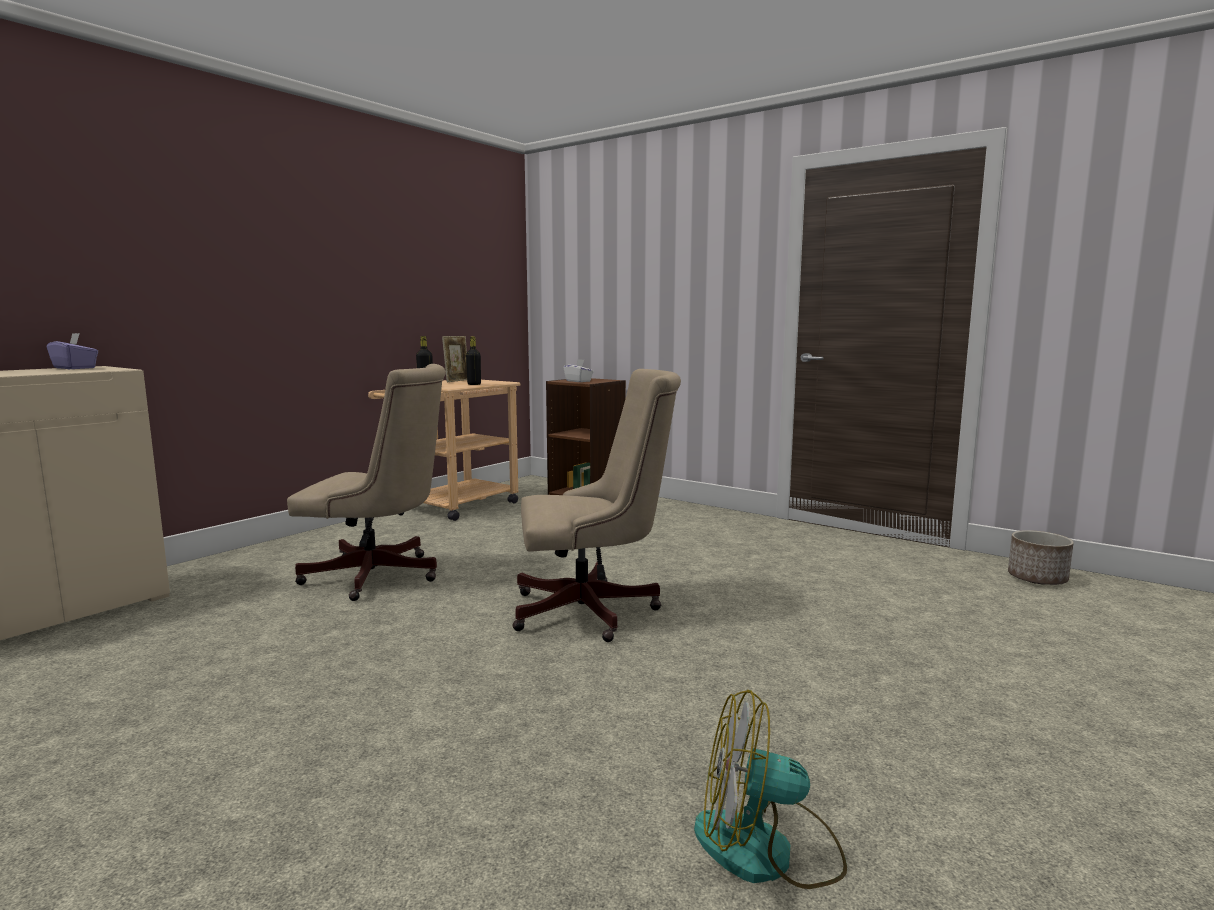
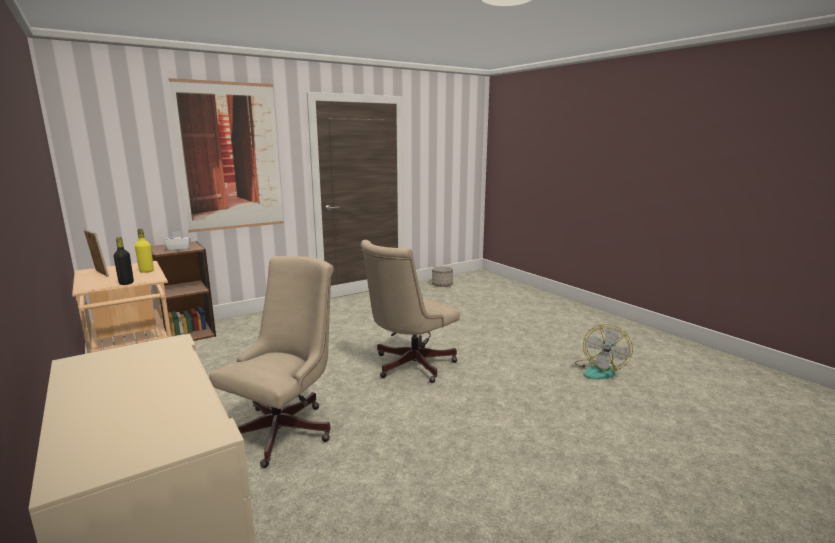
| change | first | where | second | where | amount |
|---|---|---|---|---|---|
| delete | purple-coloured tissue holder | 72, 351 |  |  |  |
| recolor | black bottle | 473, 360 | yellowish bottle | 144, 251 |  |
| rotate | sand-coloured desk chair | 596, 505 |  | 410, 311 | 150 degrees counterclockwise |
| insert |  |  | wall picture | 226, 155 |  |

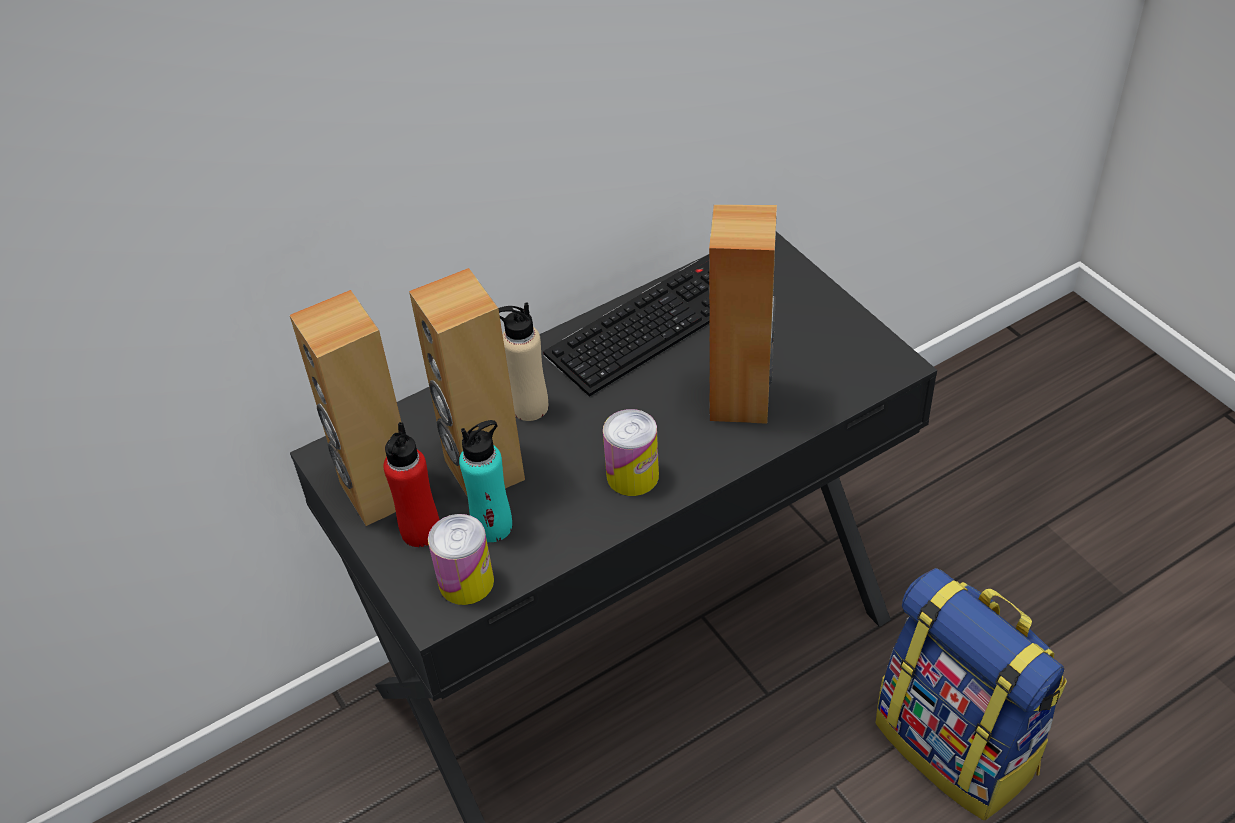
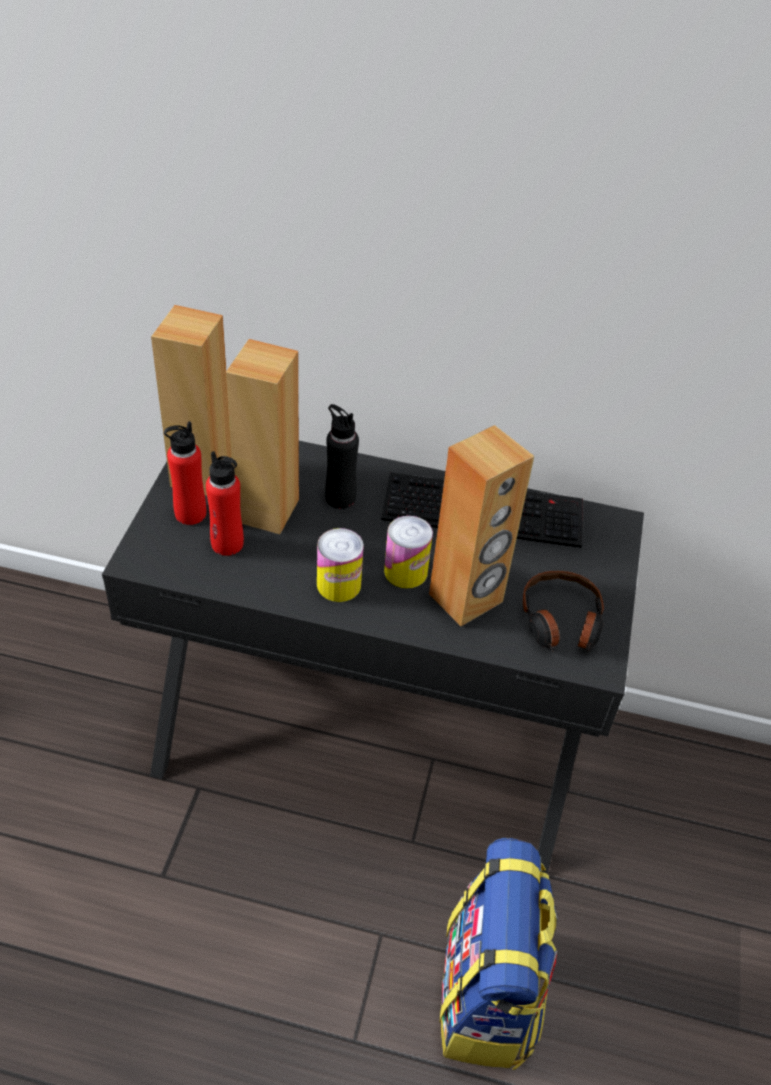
| change | first | where | second | where | amount |
|---|---|---|---|---|---|
| recolor | sand-coloured bottle | 523, 361 | black bottle | 342, 456 |  |
| recolor | blue-green bottle | 485, 481 | red-coloured bottle | 225, 503 |  |
| move | metal can | 461, 559 |  | 408, 552 |  |
| insert |  |  | headphones | 563, 612 |  |

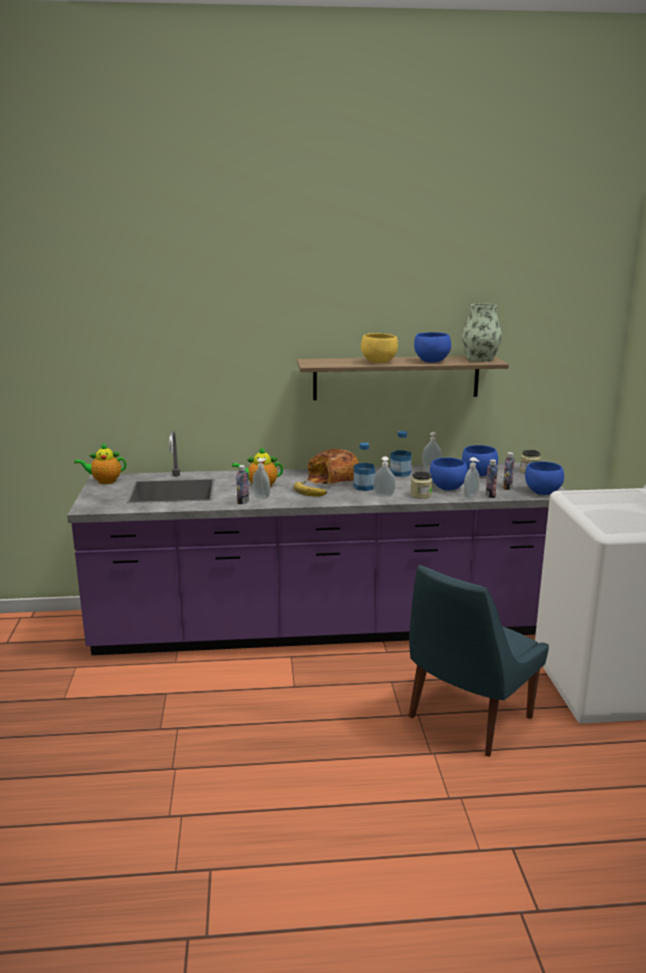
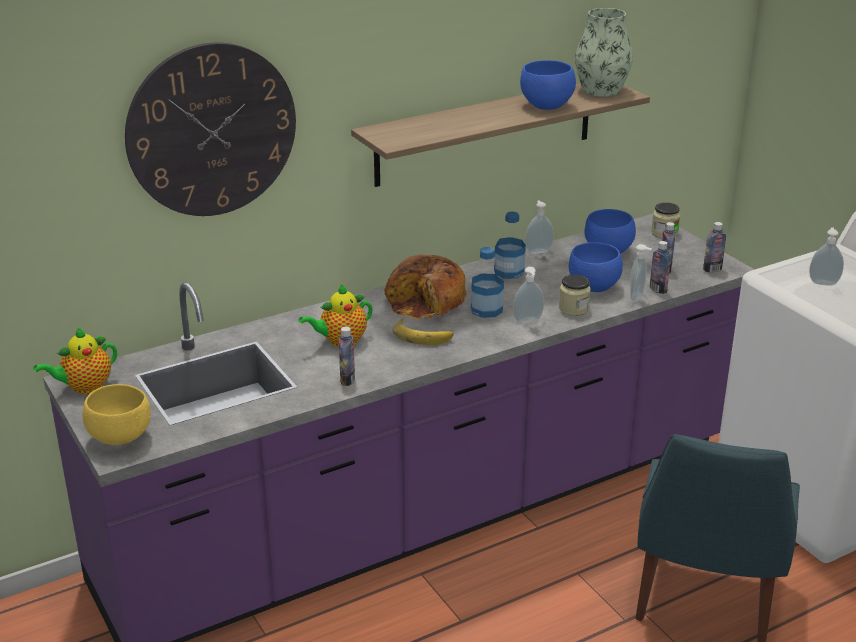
| change | first | where | second | where | amount |
|---|---|---|---|---|---|
| move | yellowish serving bowl | 379, 348 |  | 116, 414 |  |
| move | soap dispenser | 261, 478 |  | 826, 256 |  |
| replace | blue serving bowl | 544, 478 | bottle | 714, 247 |  |
| insert |  |  | hanging clock | 210, 129 |  |

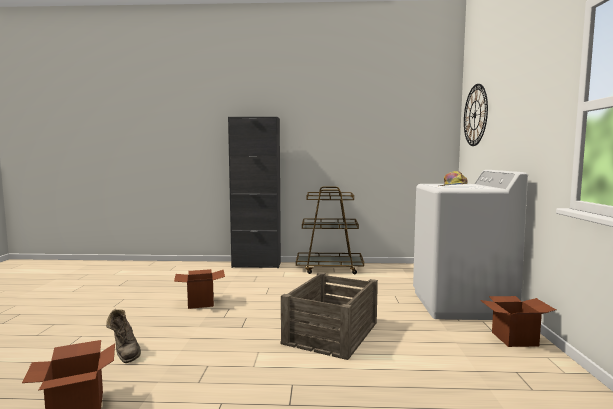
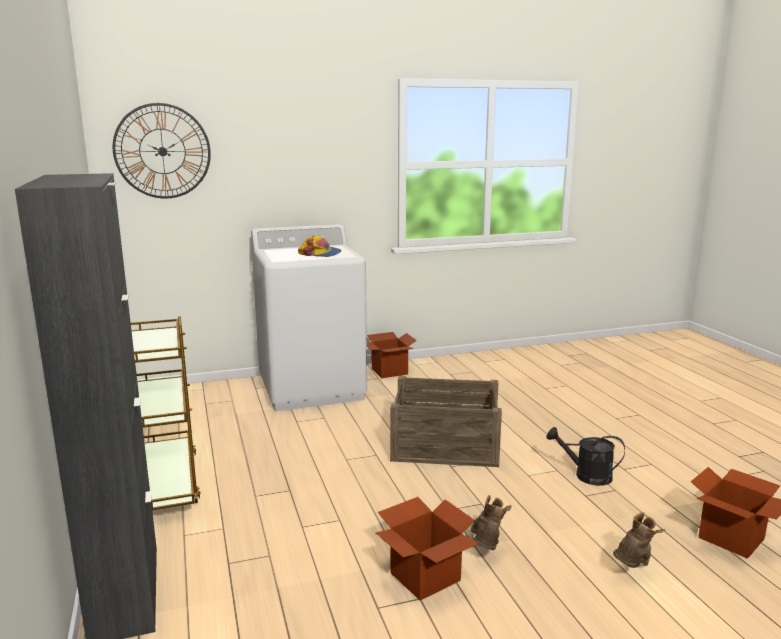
| change | first | where | second | where | amount |
|---|---|---|---|---|---|
| insert |  |  | black sprinkling can | 585, 456 |  |
| insert |  |  | brown-coloured high-top boot | 491, 522 |  |

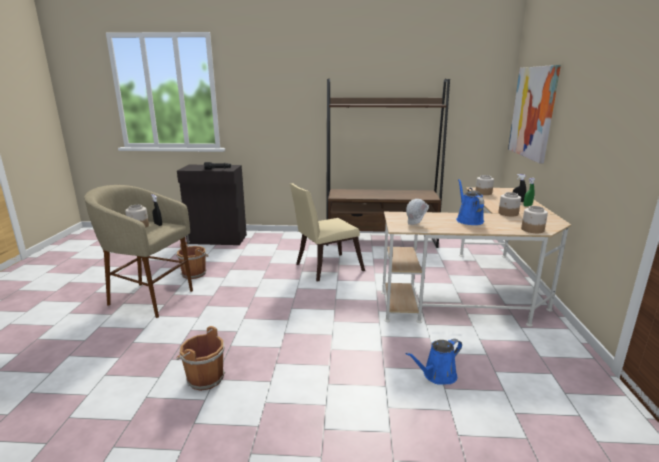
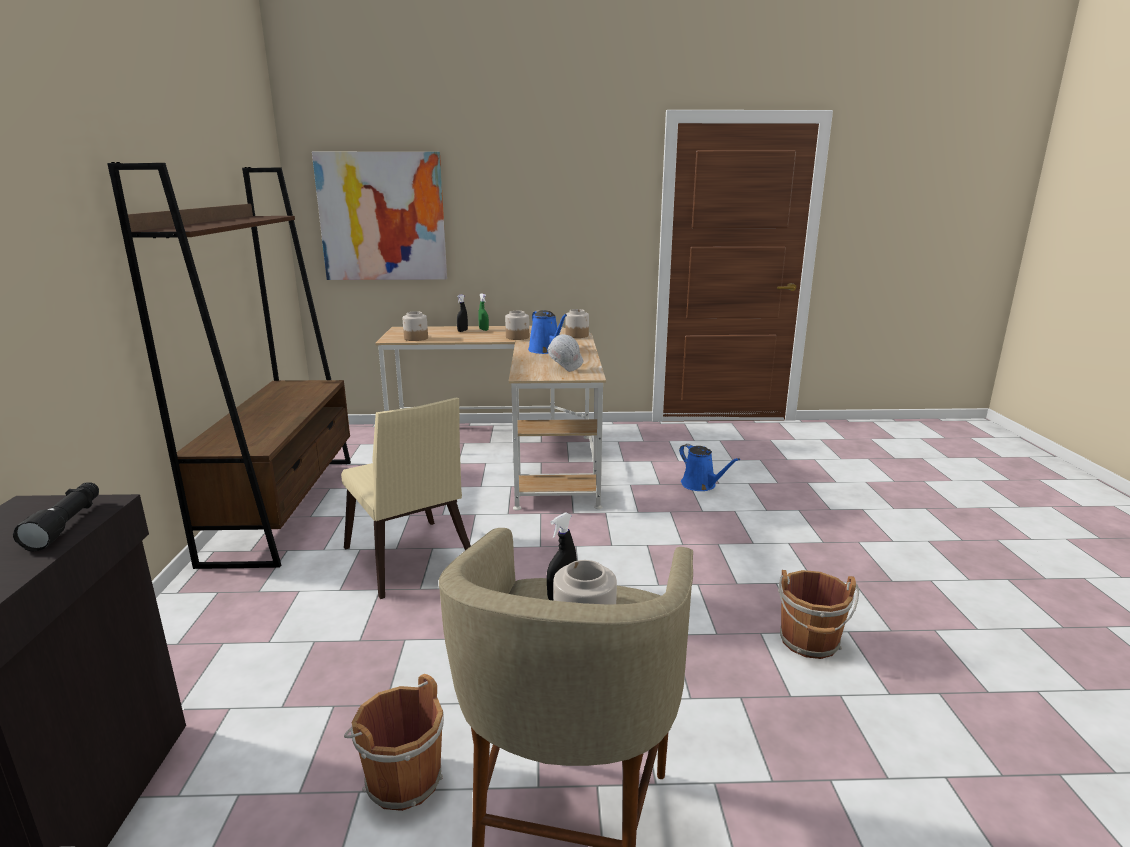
| change | first | where | second | where | amount |
|---|---|---|---|---|---|
| rotate | blue sprinkling can | 470, 202 |  | 547, 332 | 105 degrees counterclockwise |

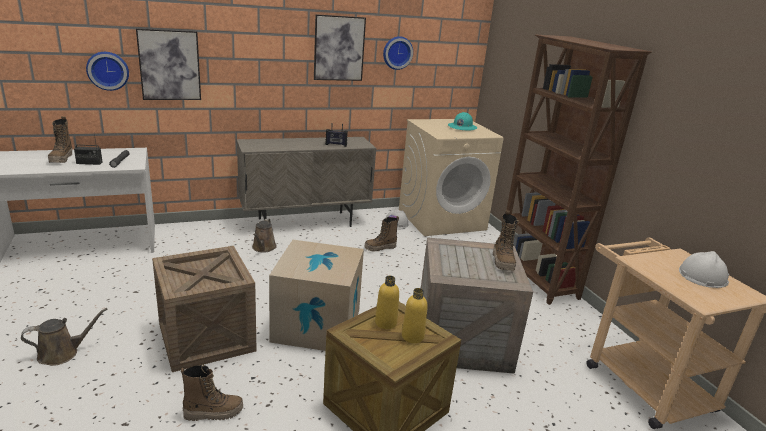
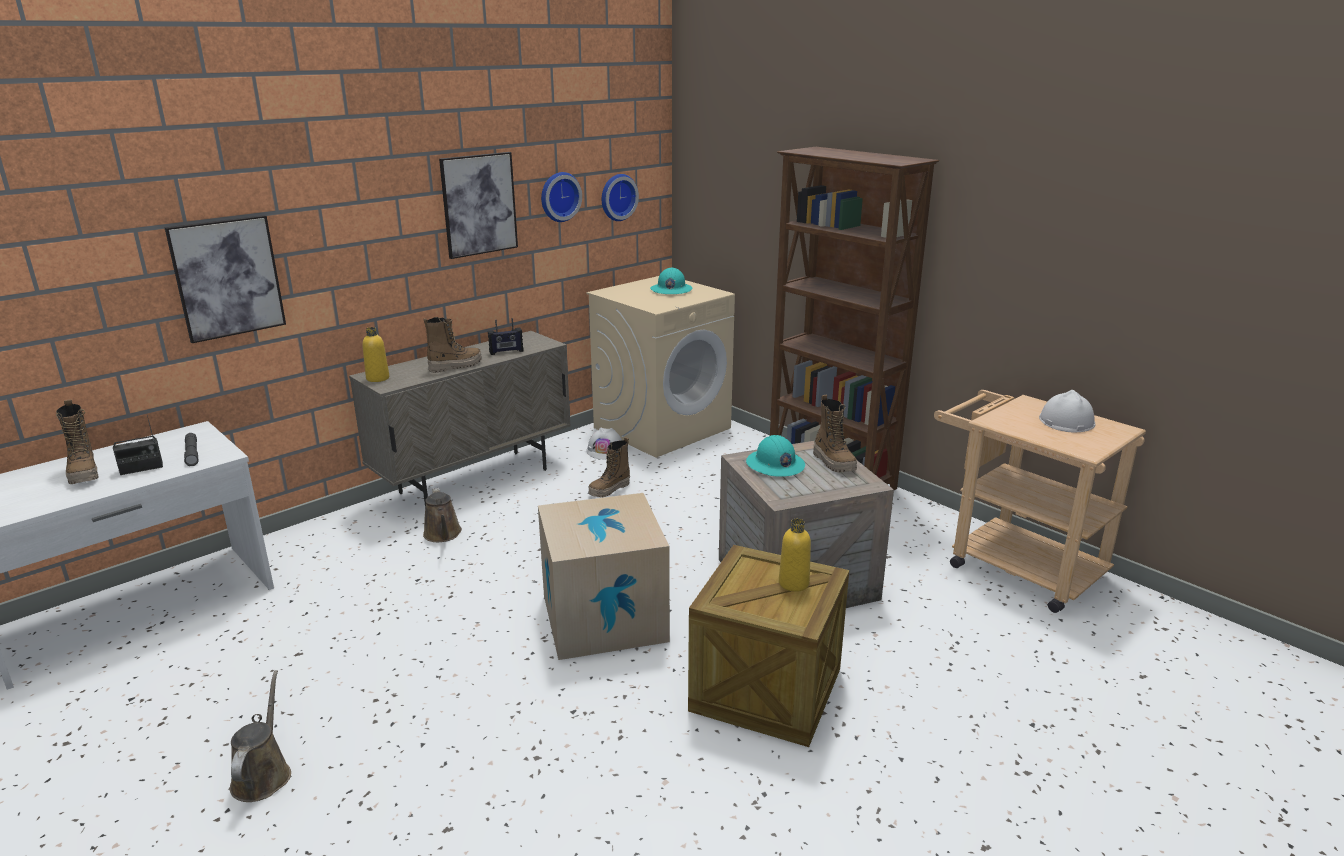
| change | first | where | second | where | amount |
|---|---|---|---|---|---|
| move | hanging clock | 107, 71 |  | 620, 197 |  |
| delete | crate | 204, 309 |  |  |  |
| move | yellowish bottle | 387, 302 |  | 375, 354 |  |
| rotate | brown-coloured sprinkling can | 64, 337 |  | 260, 736 | 45 degrees counterclockwise |
| move | high-top boot | 212, 393 |  | 452, 345 |  |
| insert |  |  | blue-green safety helmet | 775, 456 |  |

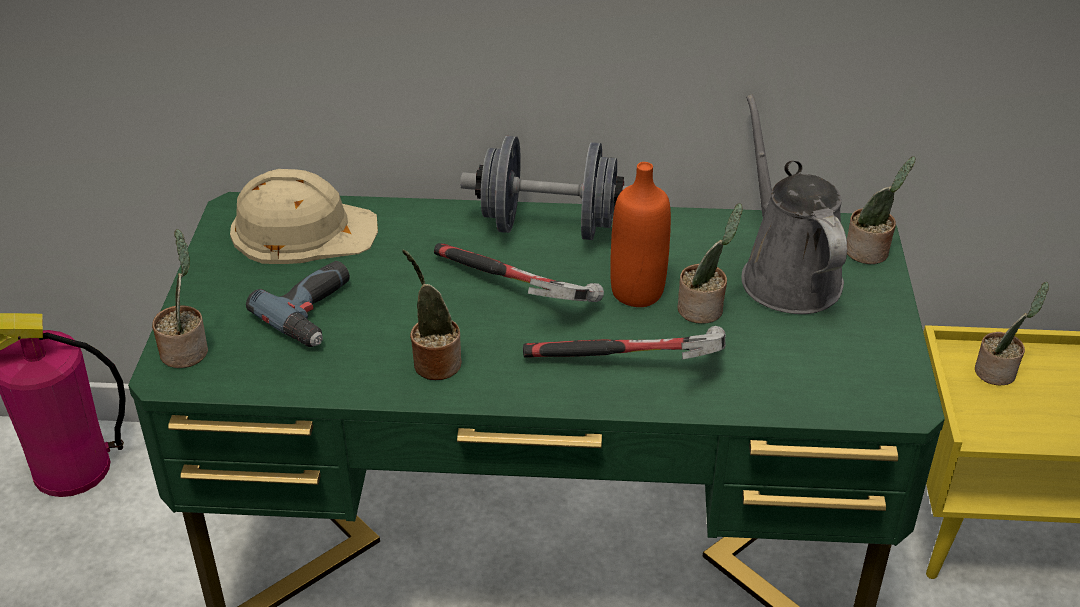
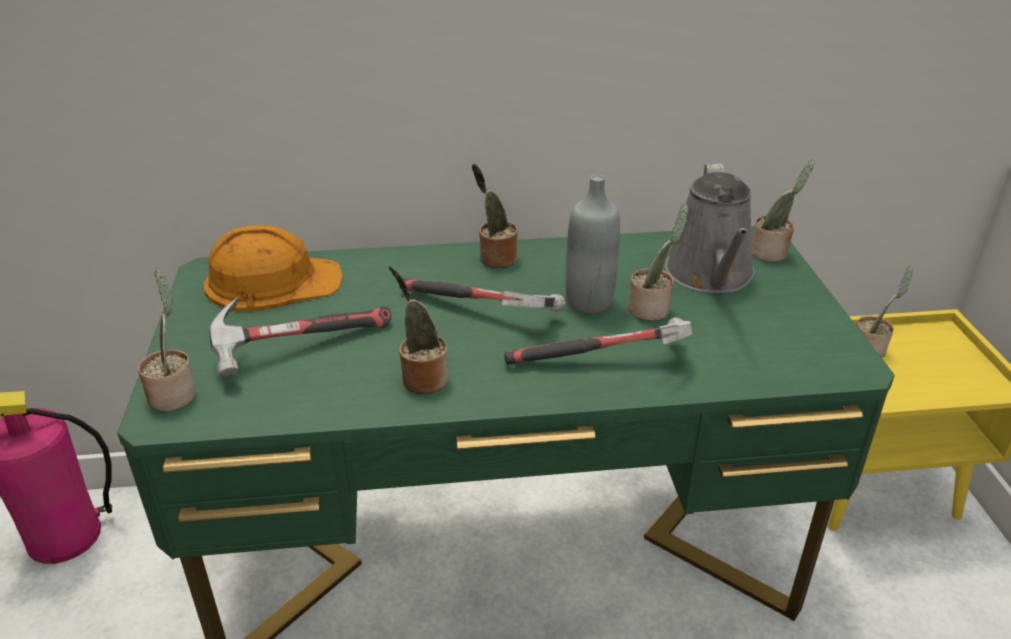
| change | first | where | second | where | amount |
|---|---|---|---|---|---|
| rotate | grey sprinkling can | 794, 204 |  | 710, 228 | 150 degrees counterclockwise |
| replace | grey dumbbell | 544, 188 | houseplant | 495, 216 |  |
| recolor | orange-coloured bottle | 640, 234 | grey bottle | 592, 244 |  |
| recolor | sand-coloured safety helmet | 304, 216 | orange-coloured safety helmet | 273, 268 |  |
| replace | power drill | 298, 304 | tool hammer | 300, 336 |  |

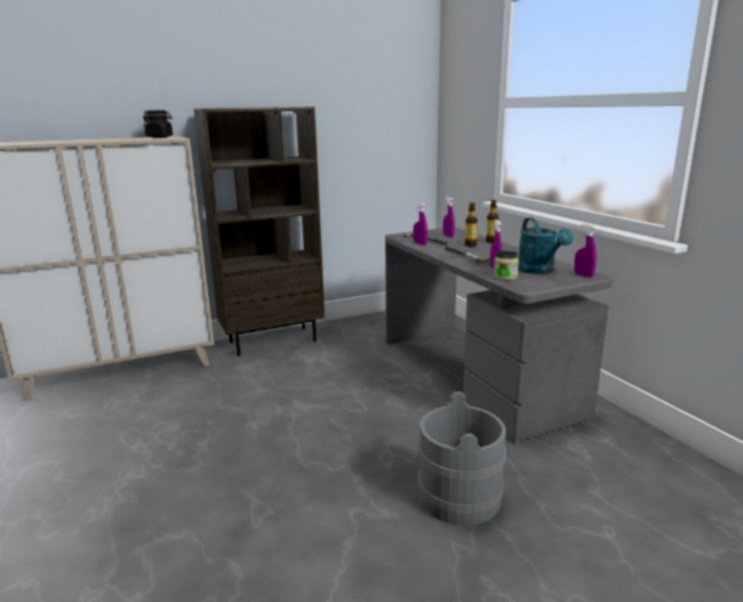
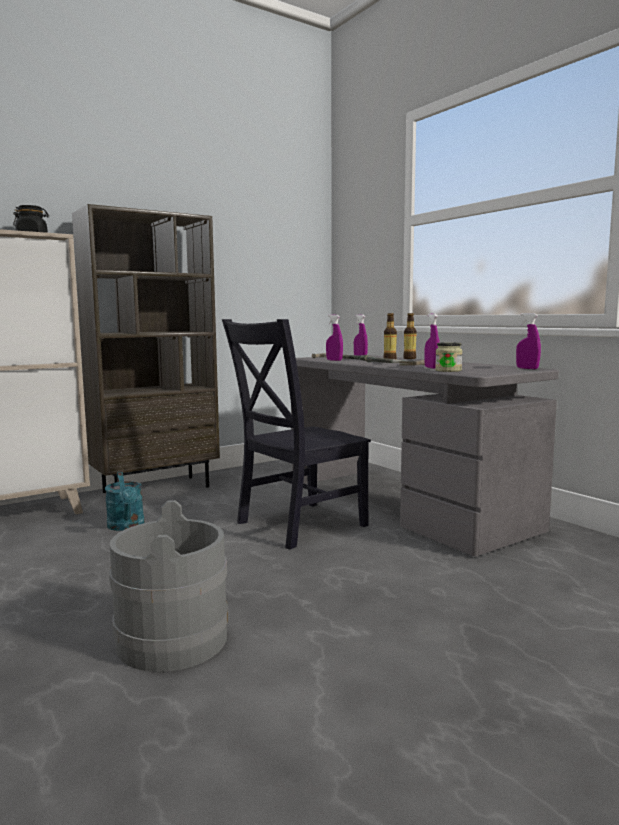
| change | first | where | second | where | amount |
|---|---|---|---|---|---|
| move | blue-green sprinkling can | 545, 246 |  | 125, 501 |  |
| move | grey pail | 462, 459 |  | 169, 586 |  |
| insert |  |  | black plain chair | 296, 434 |  |

